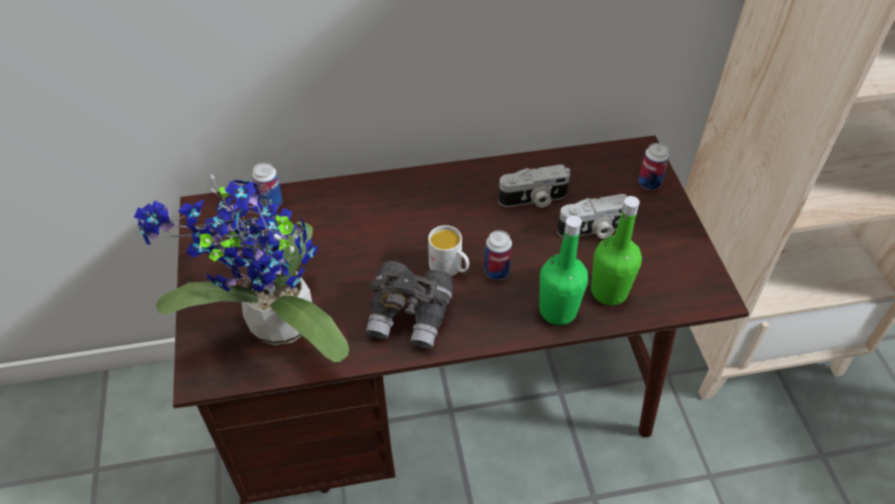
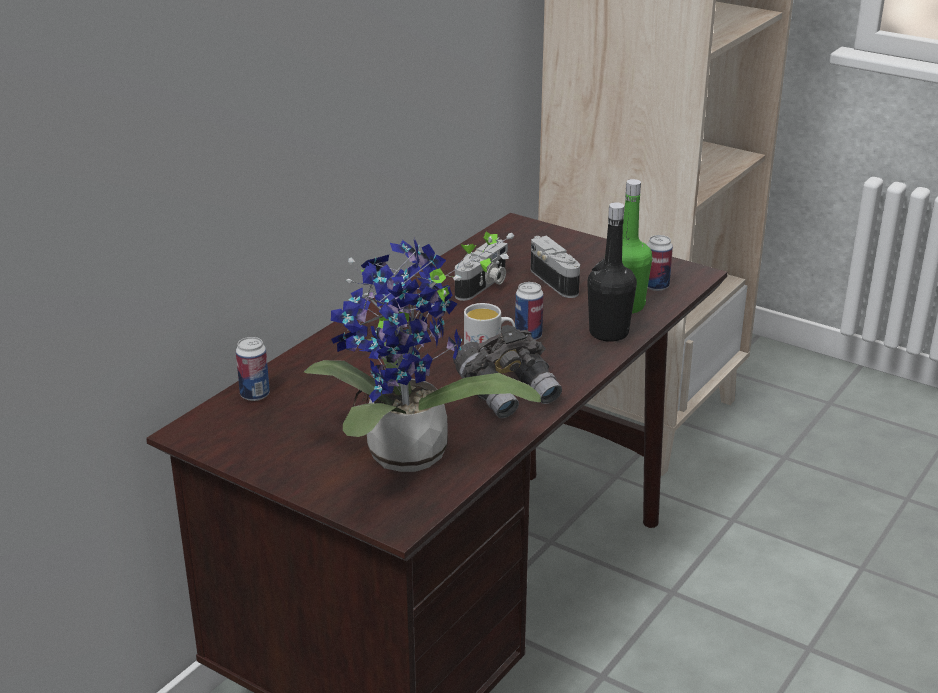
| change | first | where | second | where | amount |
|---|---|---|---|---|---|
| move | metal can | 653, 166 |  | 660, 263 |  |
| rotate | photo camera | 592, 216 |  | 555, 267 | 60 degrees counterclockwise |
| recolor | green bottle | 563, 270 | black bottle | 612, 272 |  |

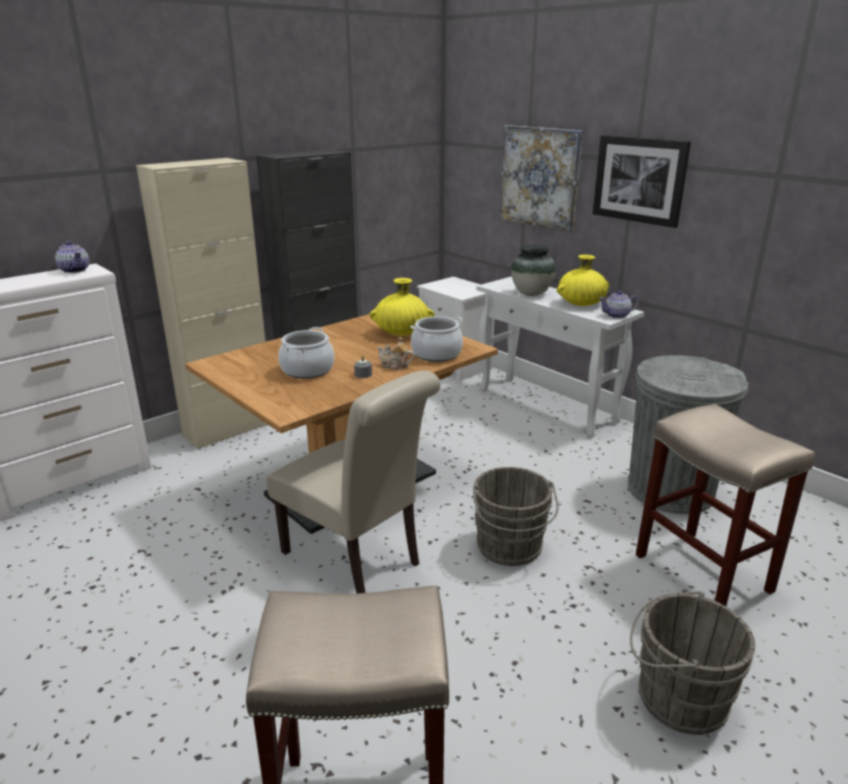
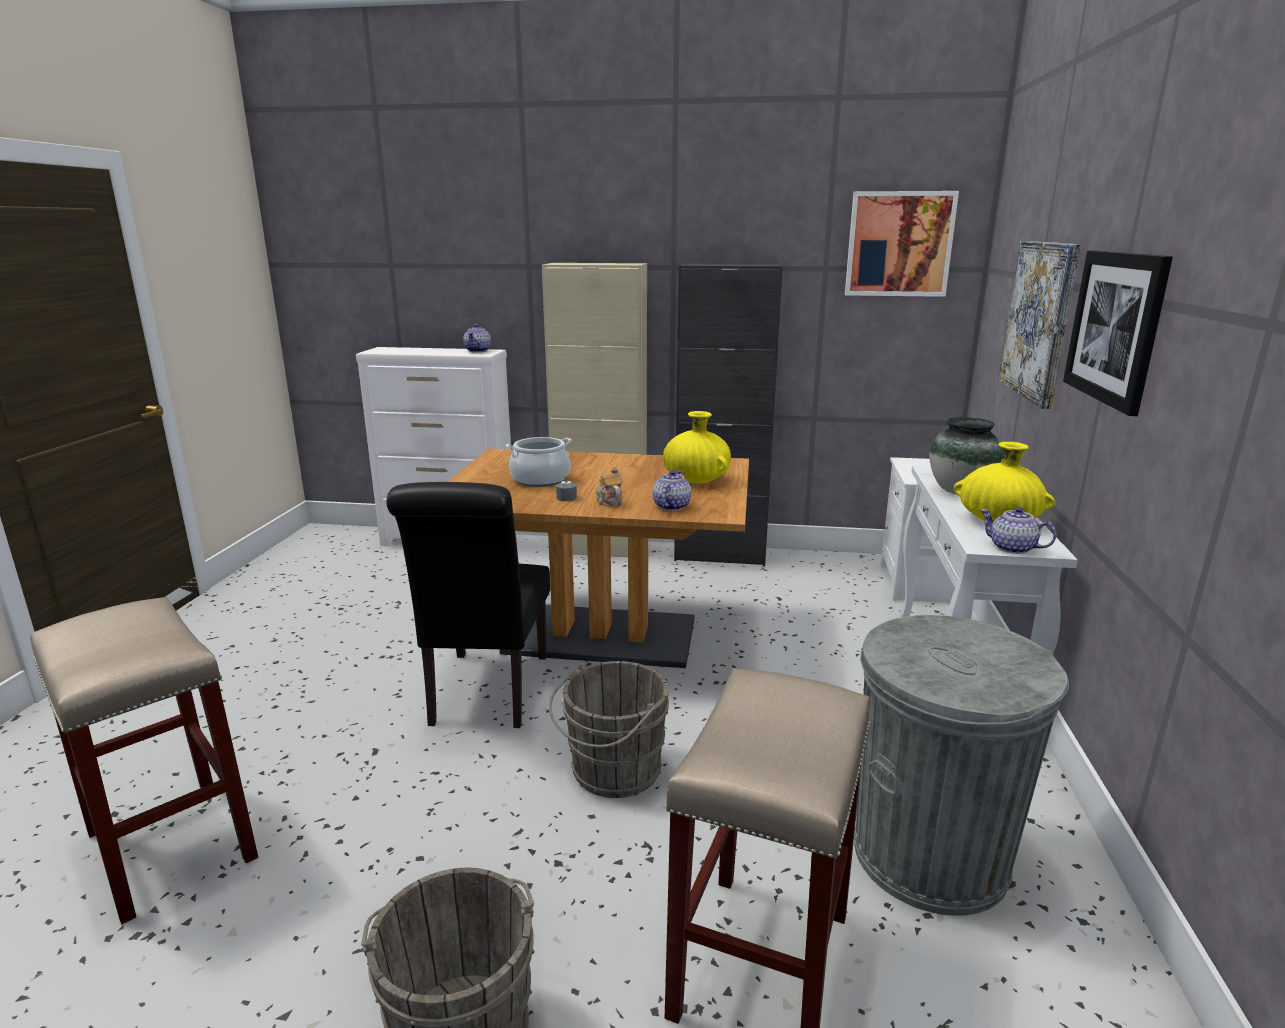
| change | first | where | second | where | amount |
|---|---|---|---|---|---|
| replace | saucepot | 436, 339 | tea pot | 672, 490 |  |
| recolor | sand-coloured plain chair | 354, 482 | black plain chair | 468, 605 |  |
| insert |  |  | wall picture | 902, 244 |  |

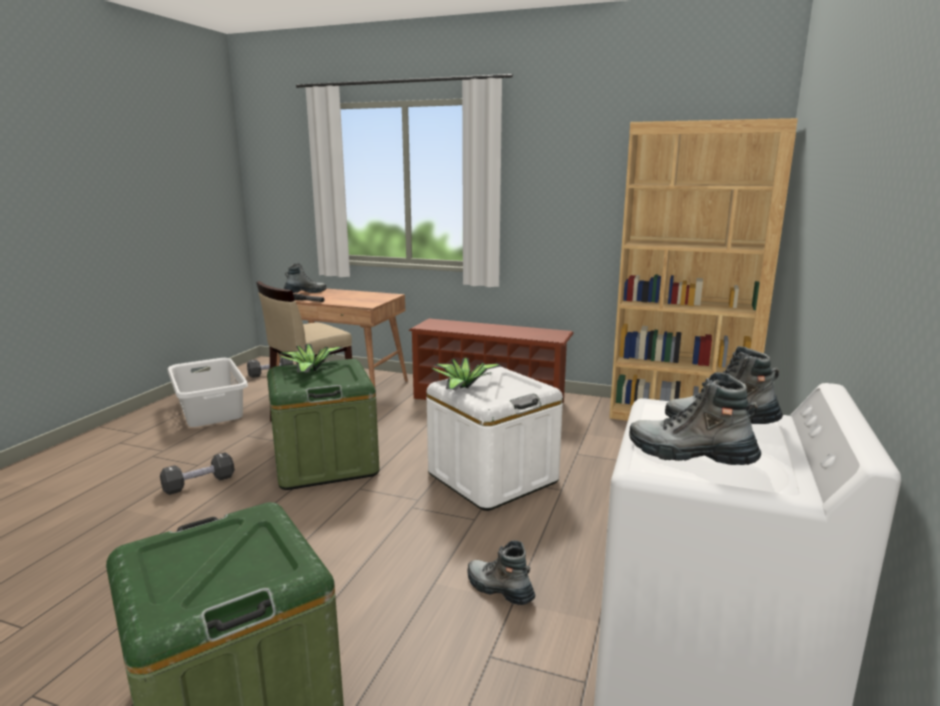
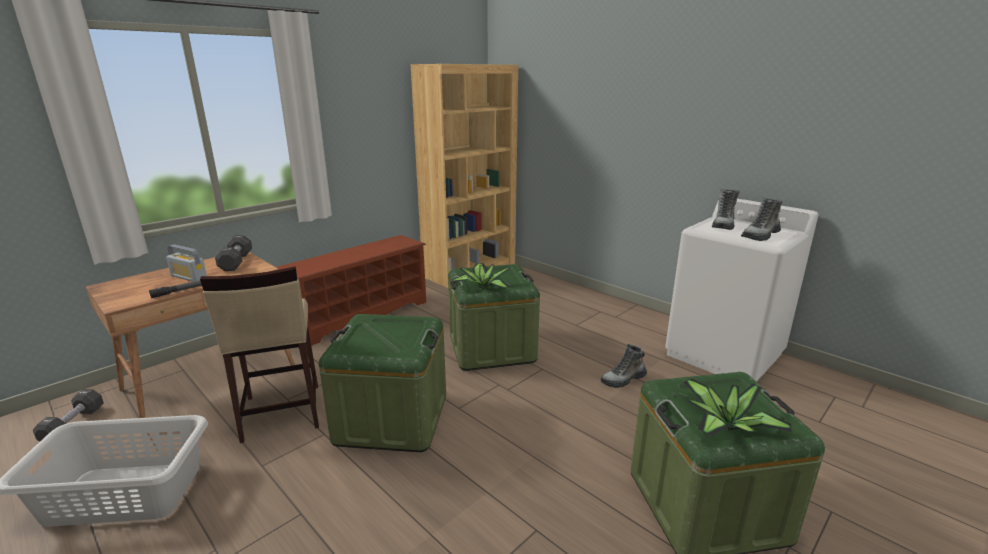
| change | first | where | second | where | amount |
|---|---|---|---|---|---|
| delete | high-top boot | 304, 278 |  |  |  |
| move | houseplant | 311, 358 |  | 738, 408 |  |
| recolor | whitish storage container | 494, 439 | green storage container | 494, 317 |  |
| move | black dumbbell | 197, 473 |  | 233, 253 |  |
| insert |  |  | radio set | 186, 263 |  |

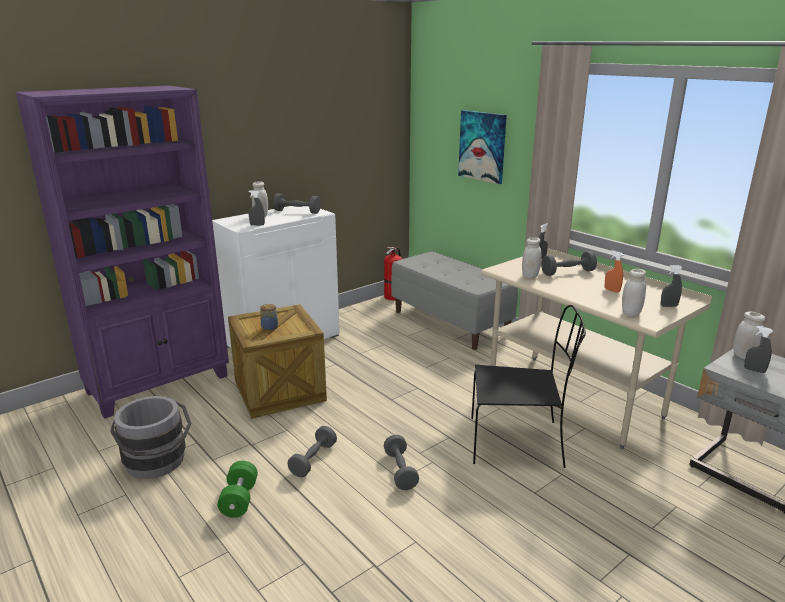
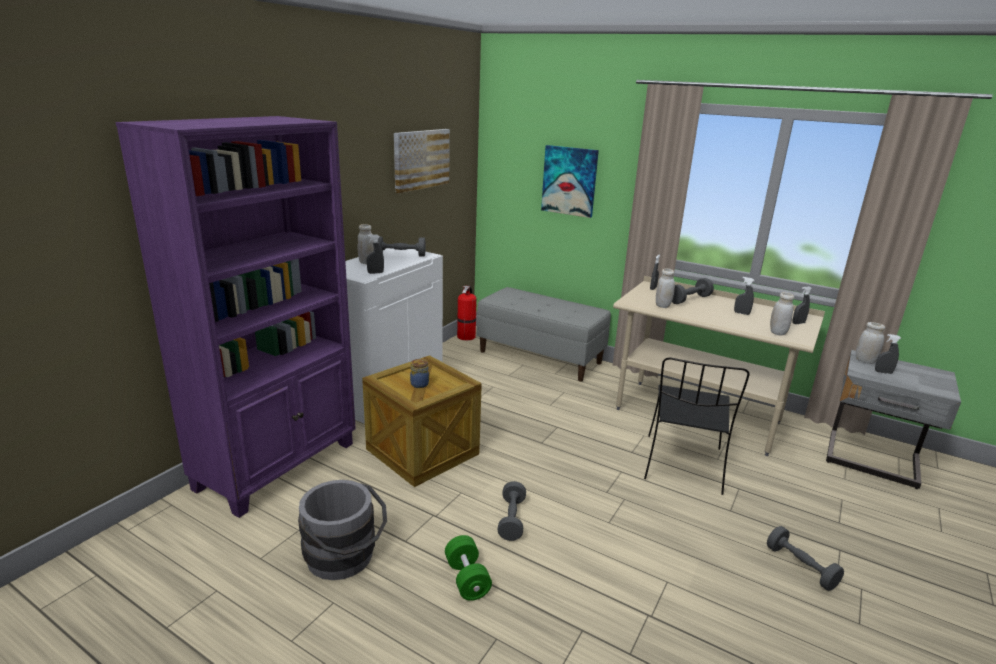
| change | first | where | second | where | amount |
|---|---|---|---|---|---|
| recolor | orange-coloured hand sprayer | 614, 271 | grey hand sprayer | 744, 296 |  |
| rotate | black plain chair | 528, 386 |  | 697, 426 | 120 degrees clockwise |
| move | grey dumbbell | 401, 462 |  | 805, 558 |  |
| insert |  |  | wall picture | 422, 161 |  |

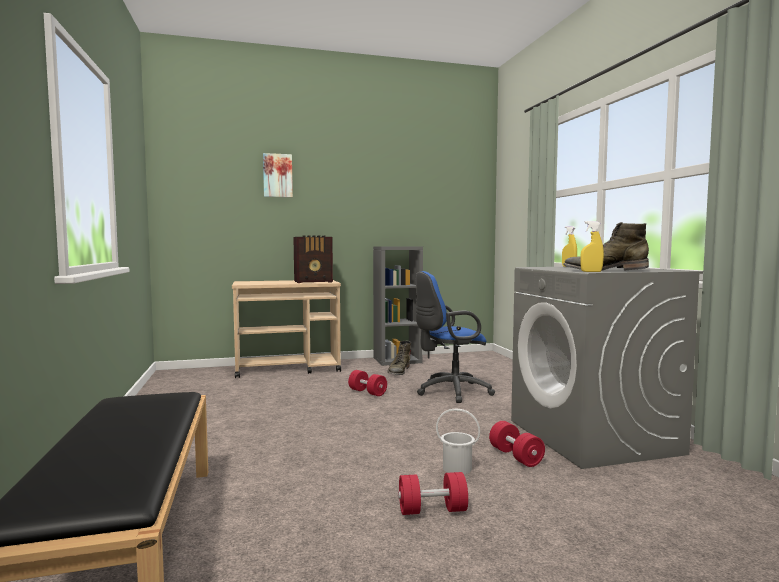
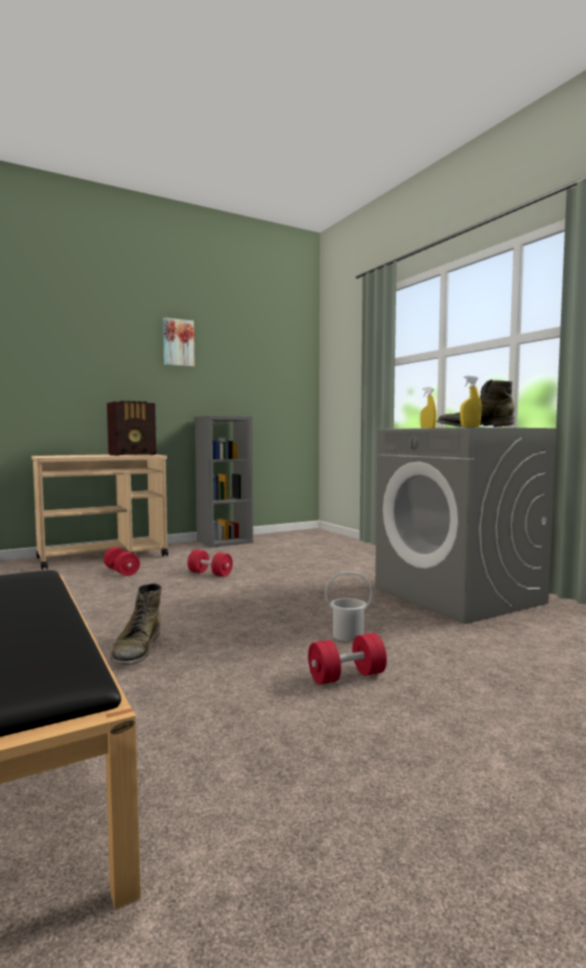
| change | first | where | second | where | amount |
|---|---|---|---|---|---|
| move | wall picture | 278, 175 |  | 179, 342 |  |
| delete | blue desk chair | 455, 337 |  |  |  |
| move | green high-top boot | 399, 358 |  | 136, 624 |  |
| move | red-coloured dumbbell | 517, 444 |  | 121, 561 |  |

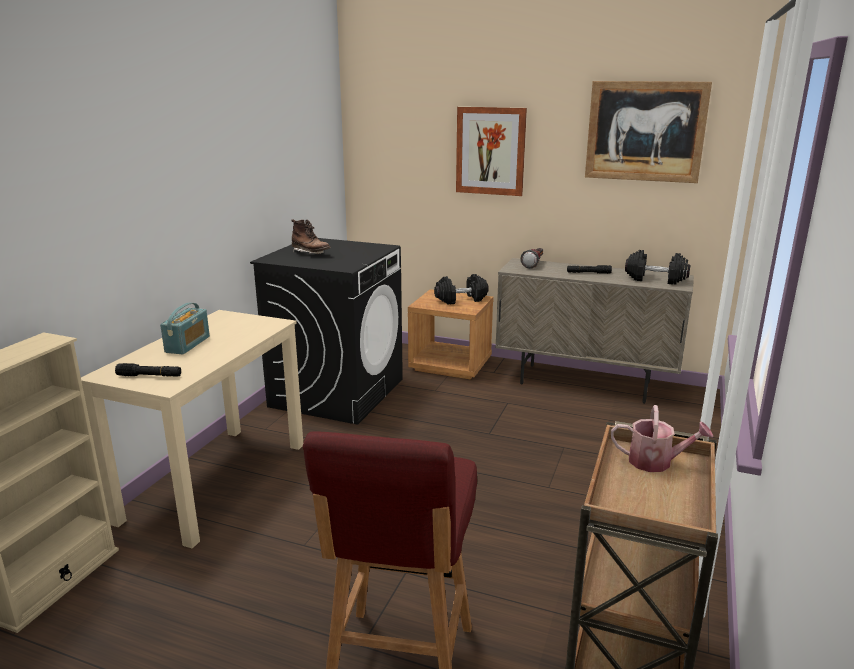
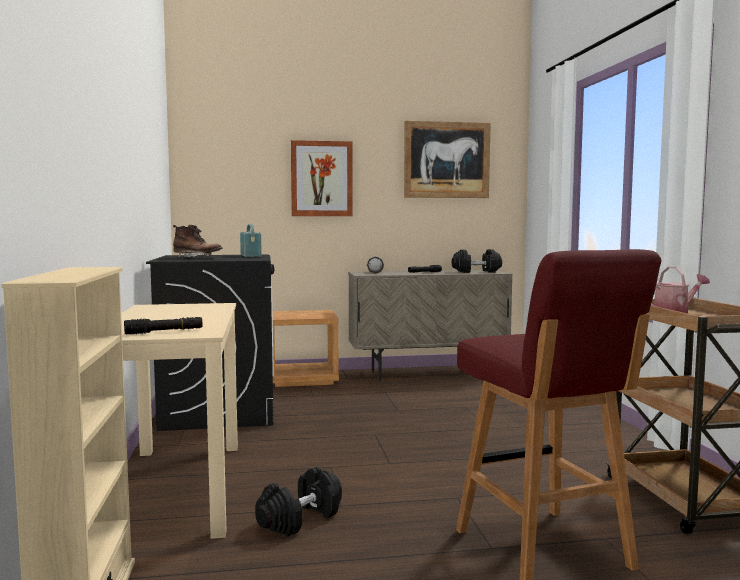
| change | first | where | second | where | amount |
|---|---|---|---|---|---|
| move | black dumbbell | 461, 289 |  | 298, 502 |  |
| move | radio set | 185, 328 |  | 251, 240 |  |

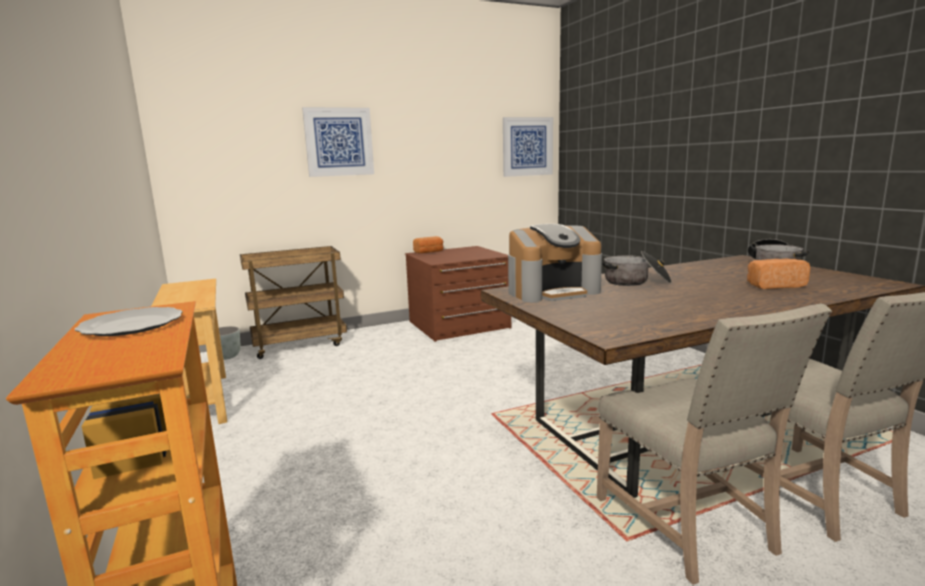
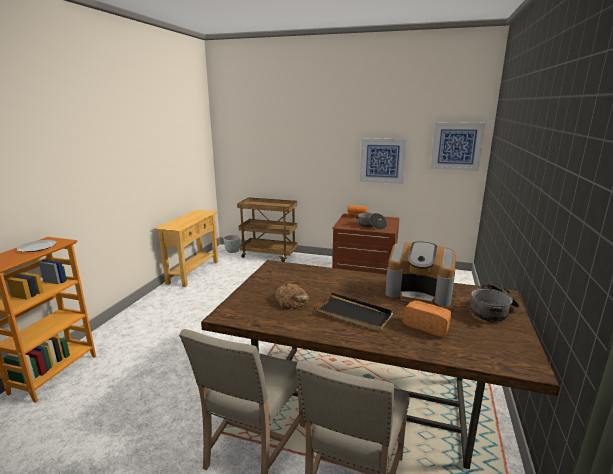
| change | first | where | second | where | amount |
|---|---|---|---|---|---|
| move | wall picture | 338, 142 |  | 383, 161 |  |
| move | coffee maker | 555, 263 |  | 421, 274 |  |
| move | saucepot | 637, 268 |  | 370, 221 |  |
| insert |  |  | baked bread | 292, 296 |  |
| insert |  |  | black serving tray | 353, 312 |  |

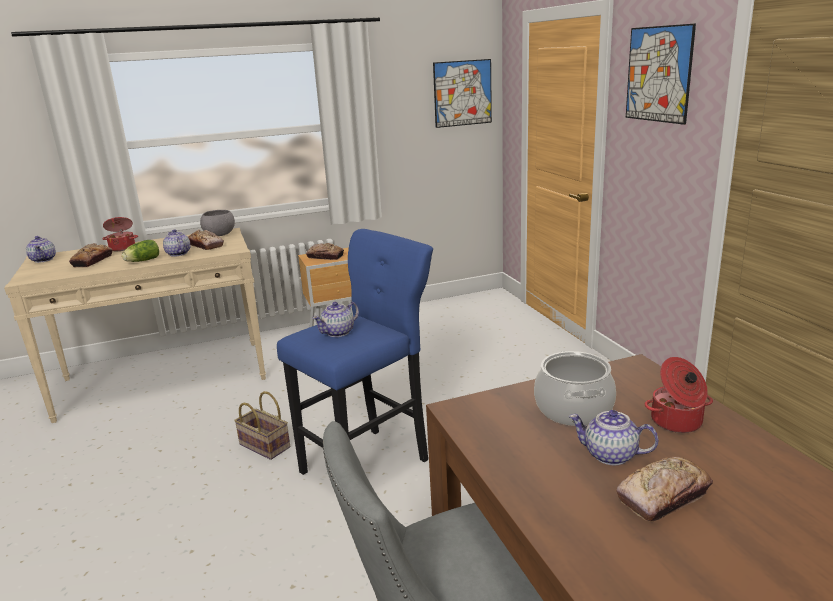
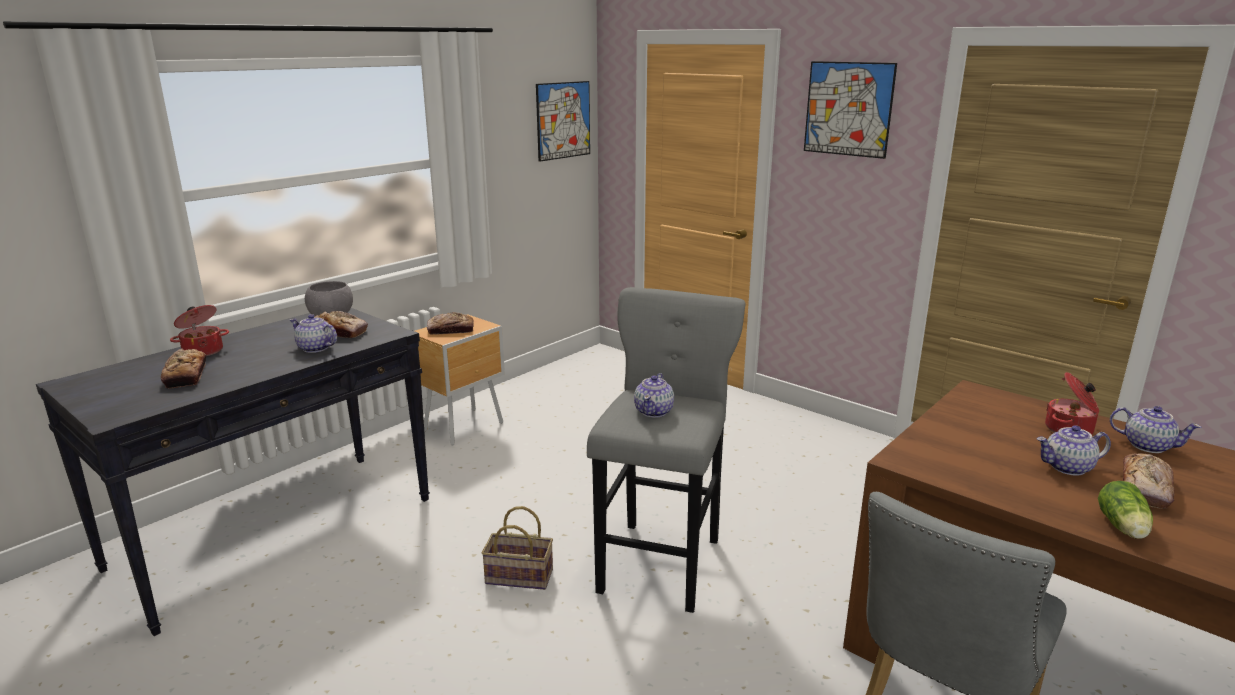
| change | first | where | second | where | amount |
|---|---|---|---|---|---|
| recolor | sand-coloured narrow table | 135, 325 | black narrow table | 233, 472 |  |
| recolor | blue stool seat | 355, 352 | grey stool seat | 666, 450 |  |
| move | tea pot | 41, 249 |  | 1156, 429 |  |
| move | lettuce head | 140, 251 |  | 1125, 510 |  |
| delete | saucepot | 575, 388 |  |  |  |

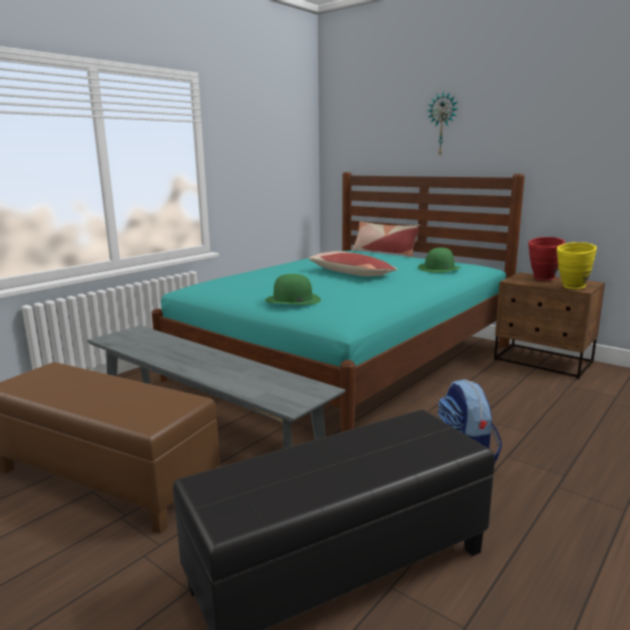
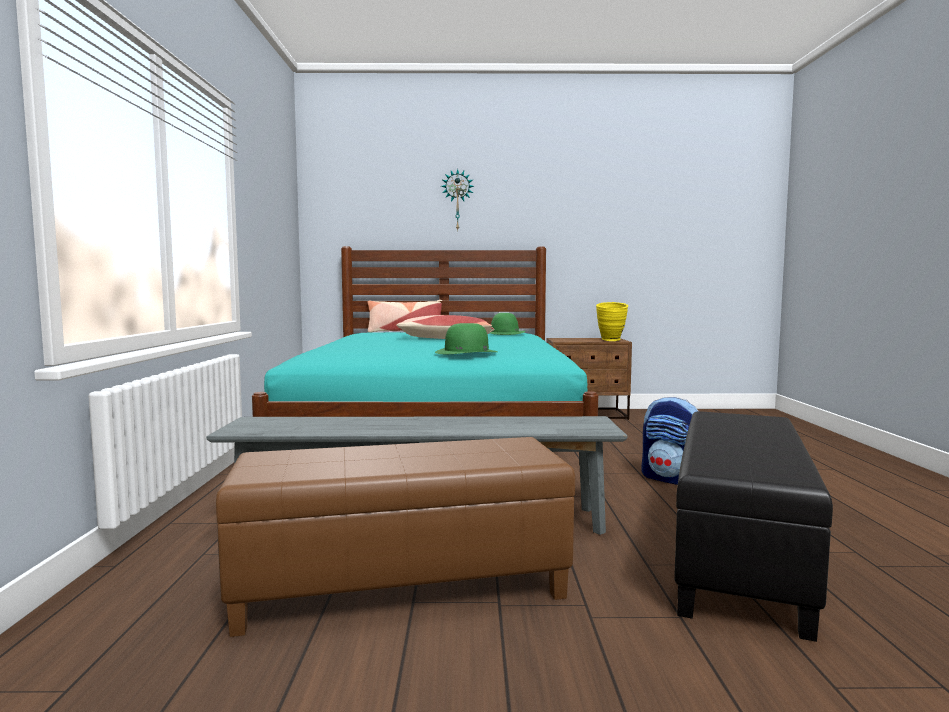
| change | first | where | second | where | amount |
|---|---|---|---|---|---|
| delete | red-coloured flower vase | 547, 259 |  |  |  |

